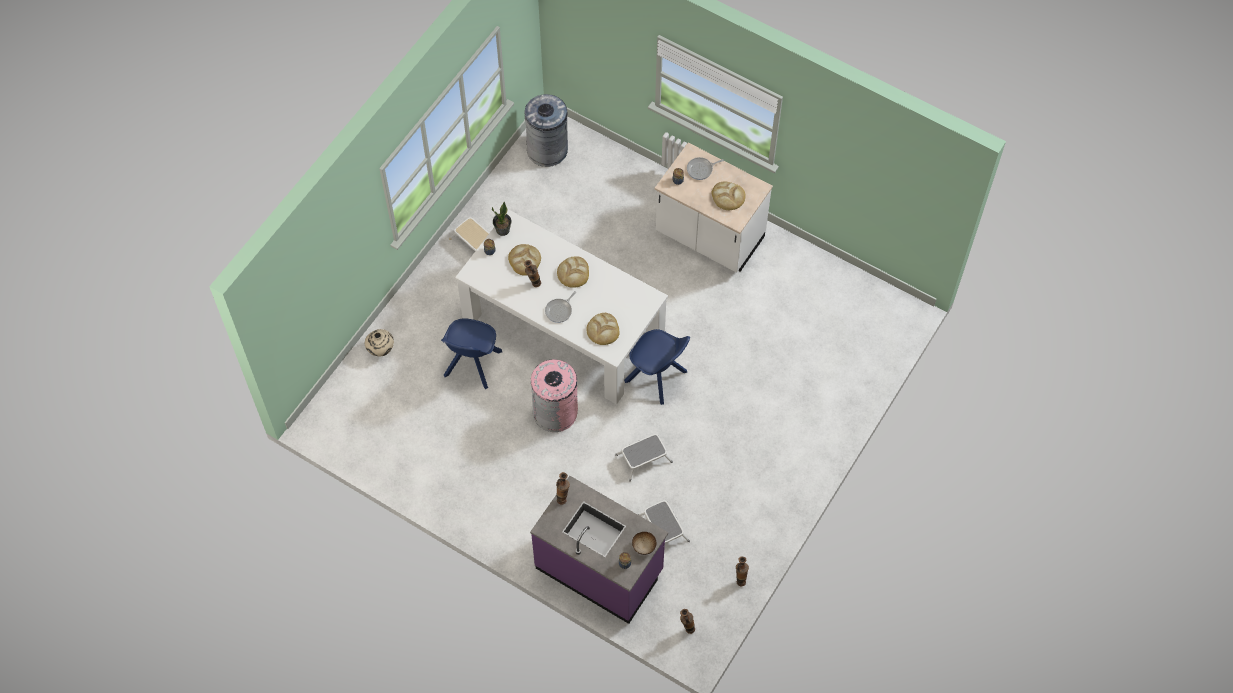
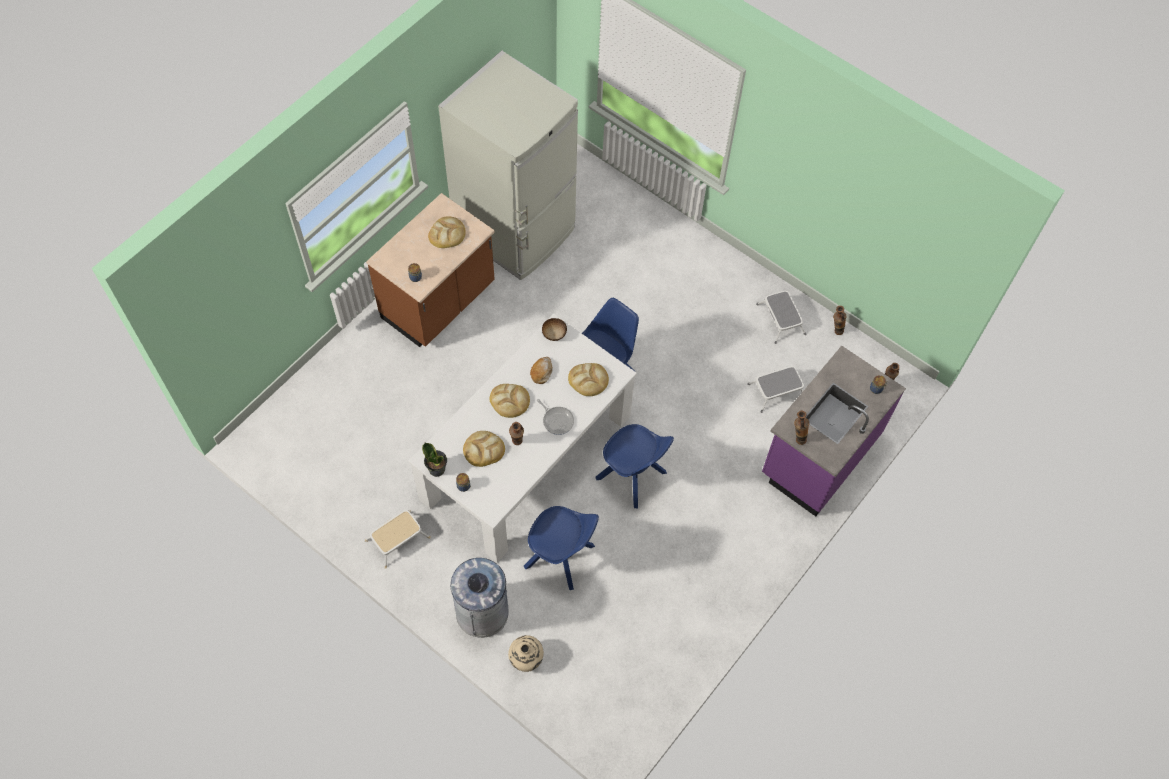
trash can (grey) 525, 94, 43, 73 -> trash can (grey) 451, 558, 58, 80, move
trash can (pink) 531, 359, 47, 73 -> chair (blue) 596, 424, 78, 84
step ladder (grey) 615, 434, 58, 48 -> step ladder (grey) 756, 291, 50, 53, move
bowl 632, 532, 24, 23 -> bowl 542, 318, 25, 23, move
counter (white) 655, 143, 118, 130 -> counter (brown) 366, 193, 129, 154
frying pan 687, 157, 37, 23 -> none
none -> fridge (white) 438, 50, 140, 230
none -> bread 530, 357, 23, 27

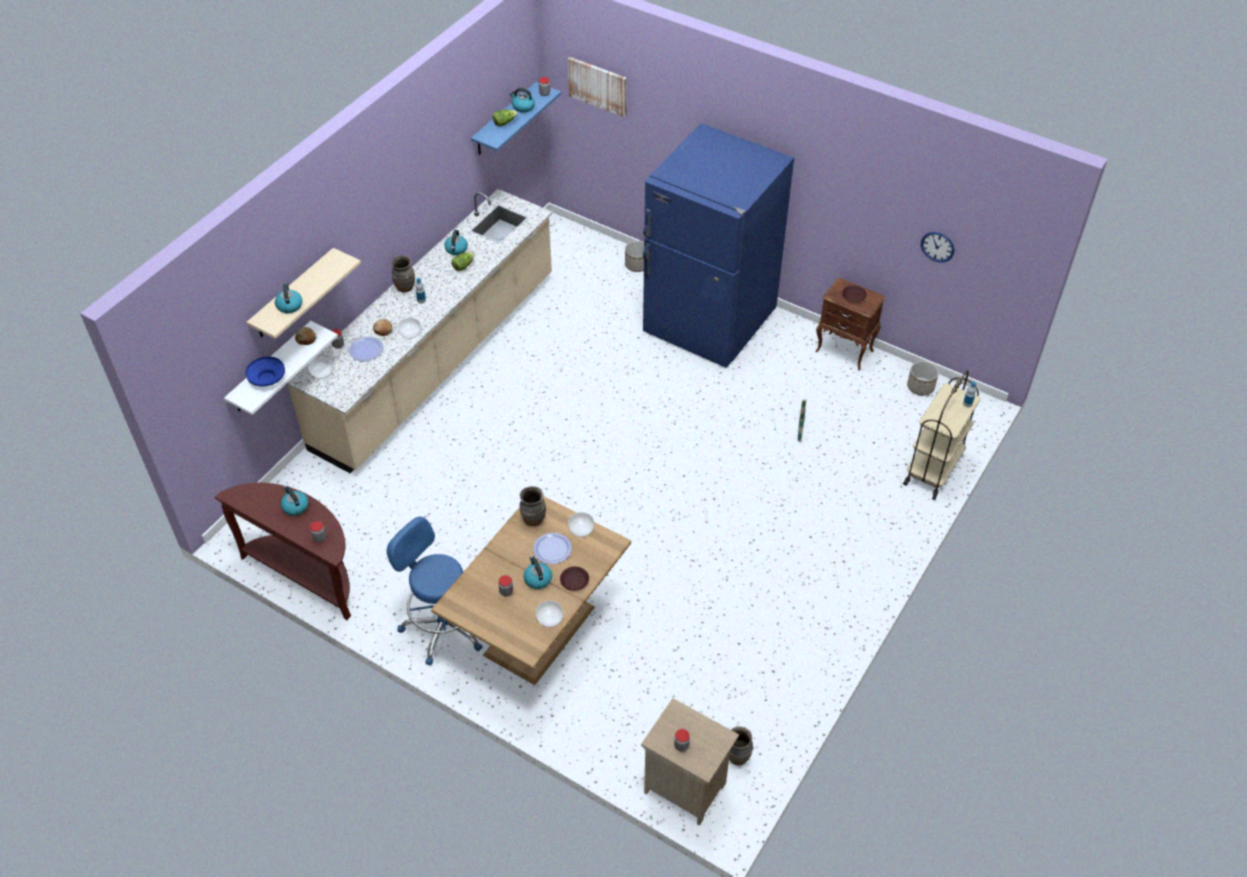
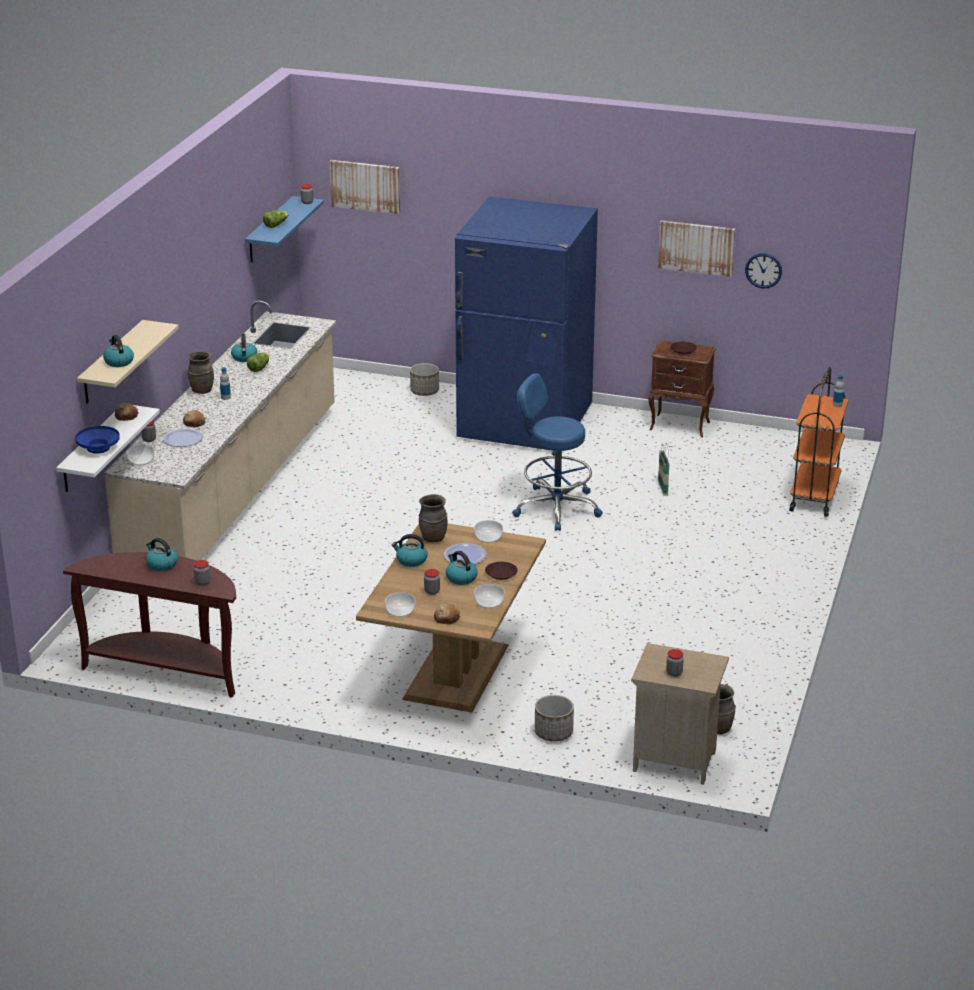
stool (blue) 387, 517, 95, 148 -> stool (blue) 512, 373, 91, 158, move
bowl 397, 318, 24, 21 -> bowl 385, 592, 30, 25, move
kettle 509, 88, 26, 25 -> kettle 391, 534, 37, 33, move
cart (beige) 903, 370, 77, 130 -> cart (orange) 789, 367, 60, 150
planter 907, 361, 32, 35 -> planter 535, 695, 39, 47, move
none -> bread 434, 603, 27, 21
none -> picture 658, 220, 77, 57

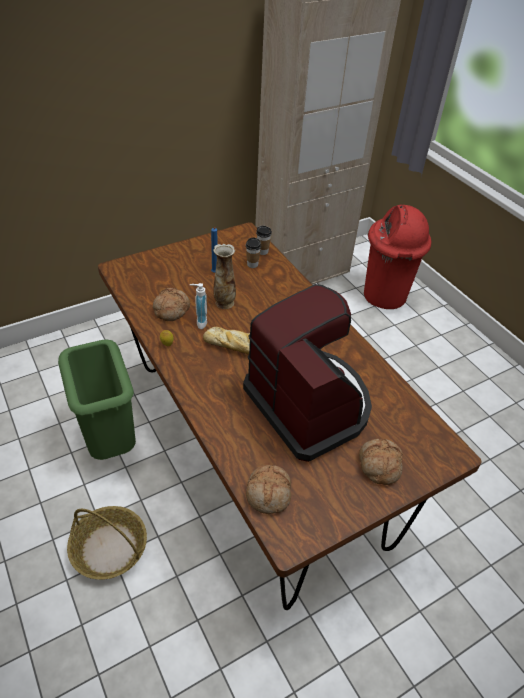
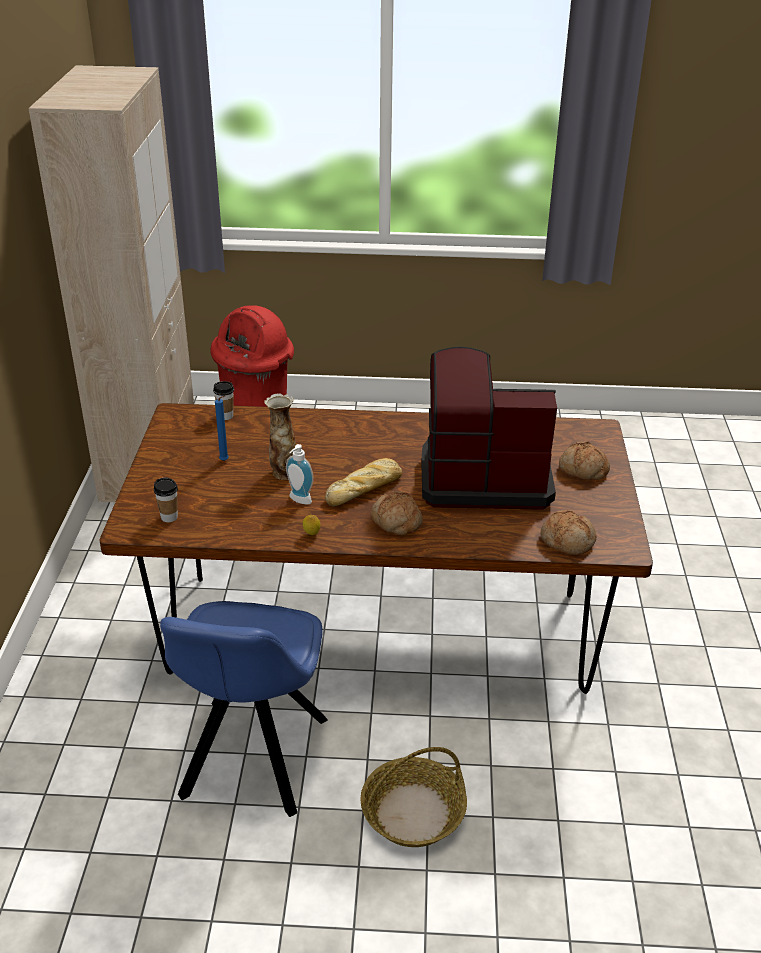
trash can (green) 58, 339, 78, 121 -> chair (blue) 160, 601, 168, 216
bread 153, 288, 37, 33 -> bread 371, 491, 52, 44, move
cup 246, 238, 15, 30 -> cup 154, 478, 24, 44, move

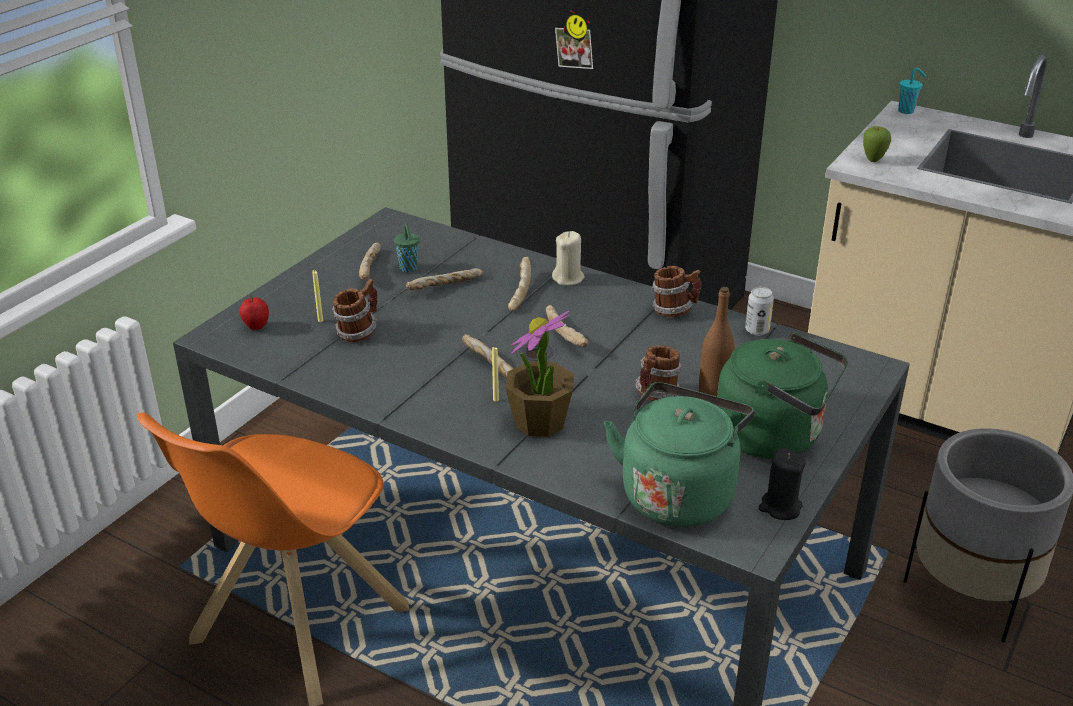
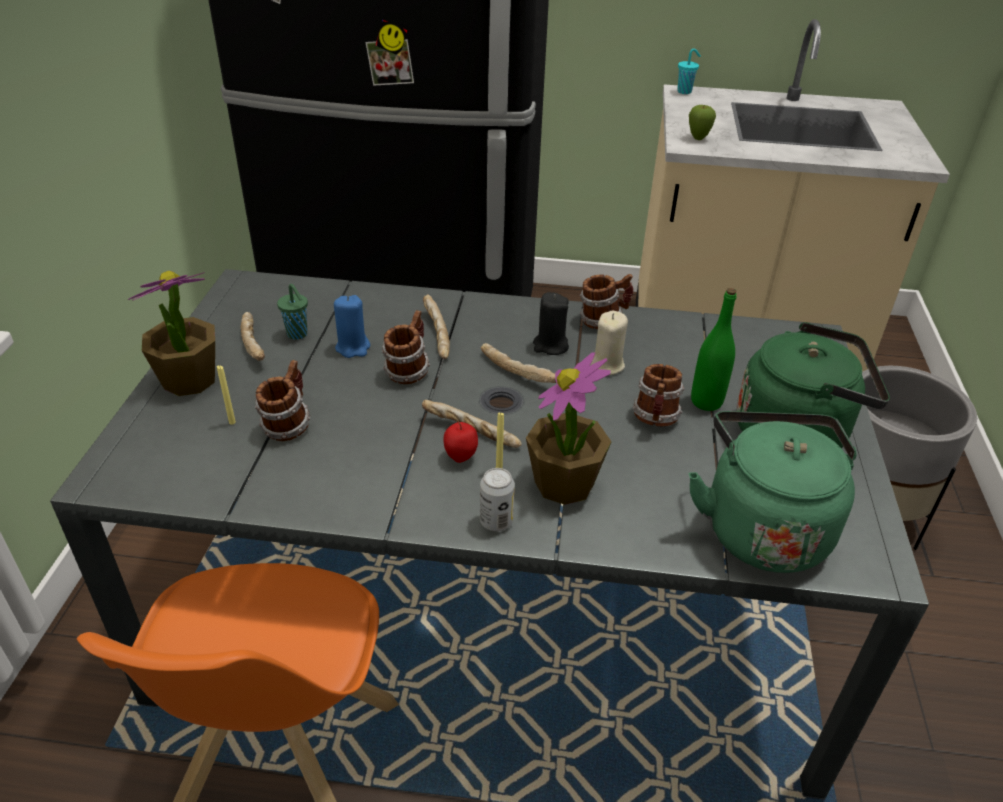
apple 239, 295, 30, 35 -> apple 444, 421, 34, 42, move
bread 406, 268, 77, 22 -> candle (blue) 334, 295, 36, 63
candle (beige) 552, 231, 33, 54 -> candle (beige) 591, 311, 37, 64, move
bottle (brown) 699, 287, 36, 109 -> bottle (green) 691, 288, 46, 123
can 745, 287, 29, 49 -> can 480, 468, 35, 63, move
candle (black) 759, 448, 47, 72 -> candle (black) 533, 292, 36, 63, move
none -> potted plant 128, 271, 87, 125
none -> mug 382, 310, 48, 74

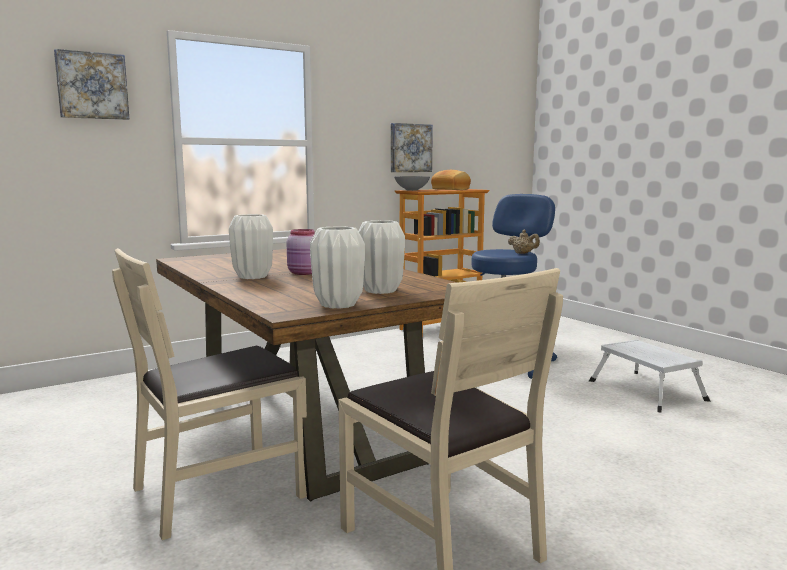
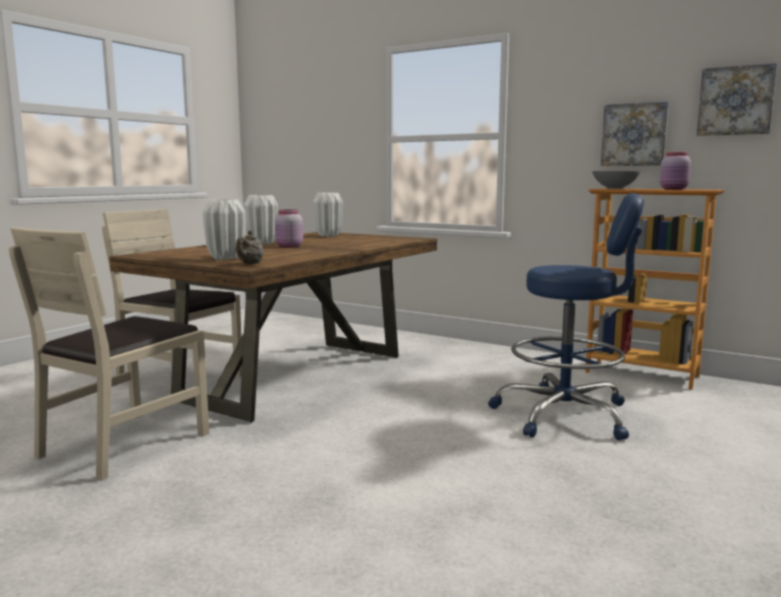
picture 54, 49, 75, 71 -> picture 697, 63, 80, 73, move
vase (white) 310, 226, 55, 83 -> vase (white) 313, 193, 30, 44, move
bread 431, 170, 40, 20 -> jar (pink) 660, 152, 31, 38
teapot (beige) 508, 230, 32, 24 -> teapot (beige) 236, 230, 28, 34, move
step ladder (white) 589, 340, 122, 72 -> none

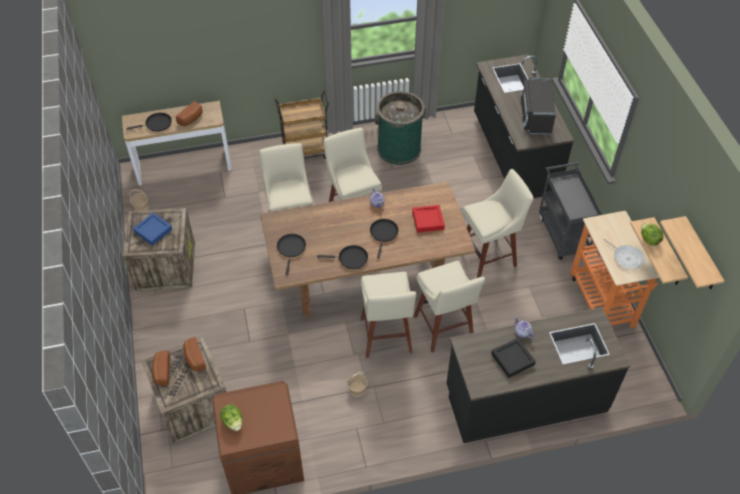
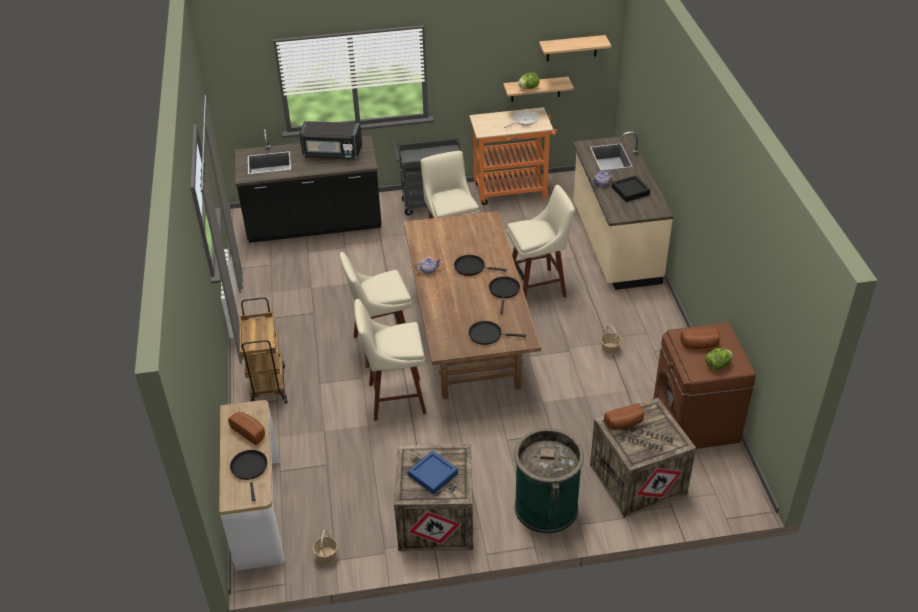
bread 152, 350, 18, 36 -> bread 680, 328, 40, 21, move
stool (beige) 361, 272, 56, 86 -> none
trash can (green) 375, 91, 51, 74 -> trash can (green) 514, 428, 70, 106, move
tray (red) 412, 205, 33, 28 -> none
counter (black) 446, 307, 184, 136 -> counter (beige) 573, 132, 100, 158

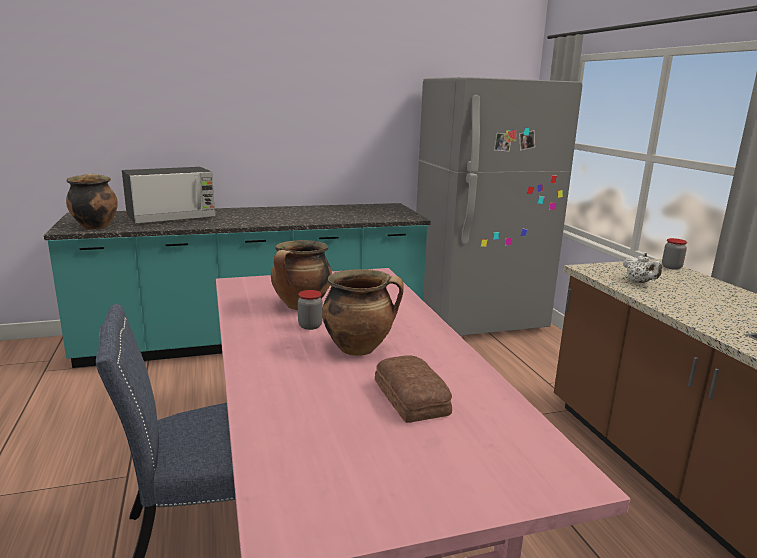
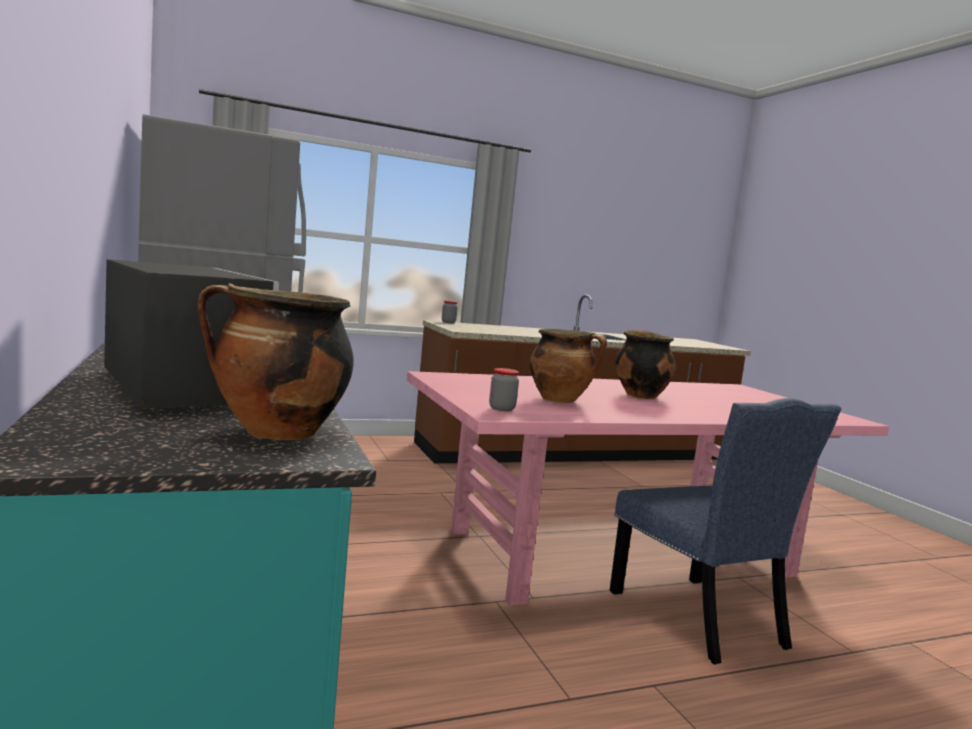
jar 298, 290, 25, 40 -> jar 489, 368, 30, 43, move
bread 375, 355, 77, 68 -> none
teapot (white) 623, 252, 39, 31 -> none

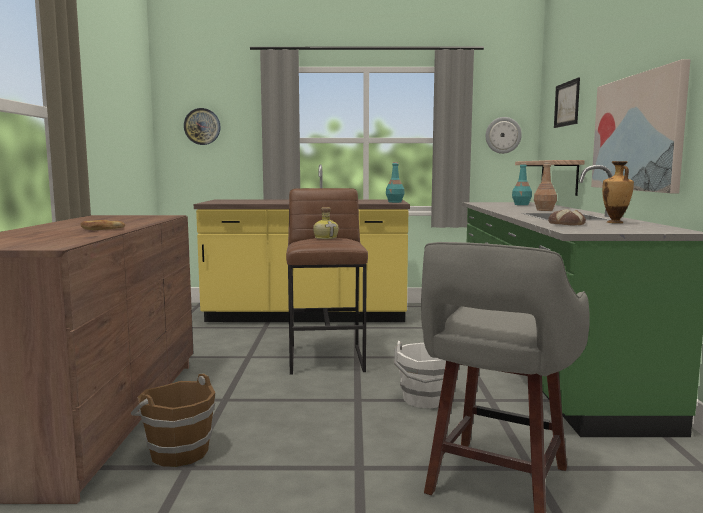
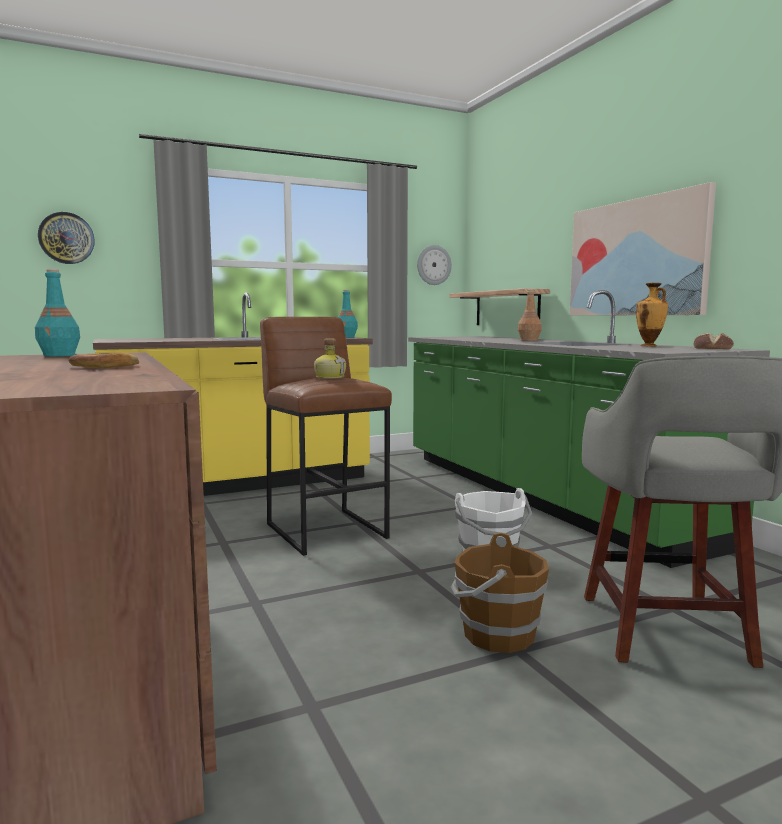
bucket (brown) 131, 374, 85, 93 -> bucket (brown) 451, 533, 98, 120, move
bottle (turquoise) 512, 163, 20, 42 -> bottle (turquoise) 35, 269, 45, 88, move
bread 548, 209, 38, 16 -> bread 694, 333, 40, 16, move
picture 554, 77, 26, 51 -> none

